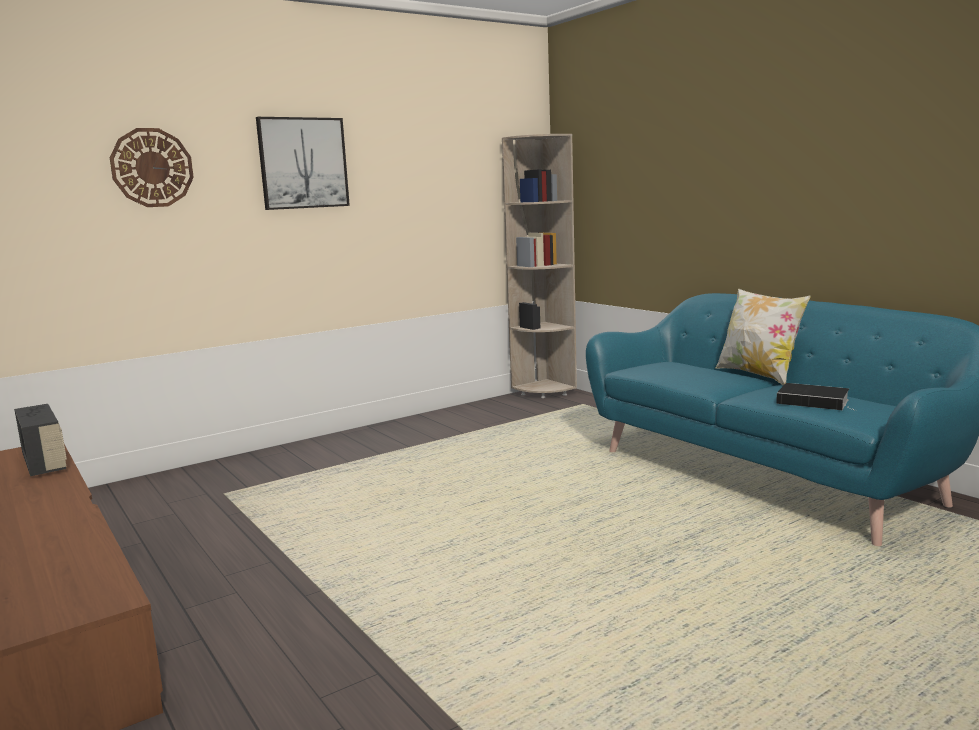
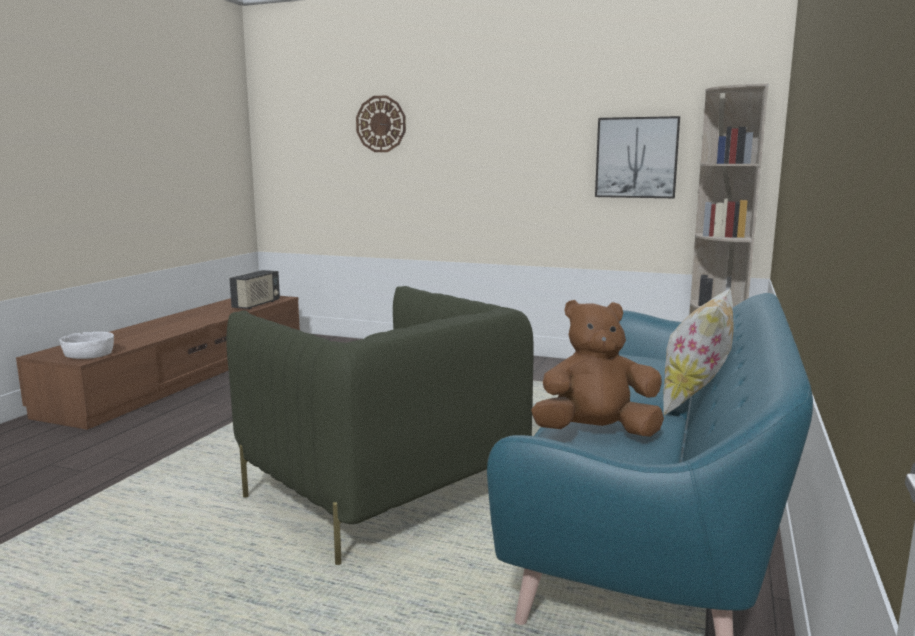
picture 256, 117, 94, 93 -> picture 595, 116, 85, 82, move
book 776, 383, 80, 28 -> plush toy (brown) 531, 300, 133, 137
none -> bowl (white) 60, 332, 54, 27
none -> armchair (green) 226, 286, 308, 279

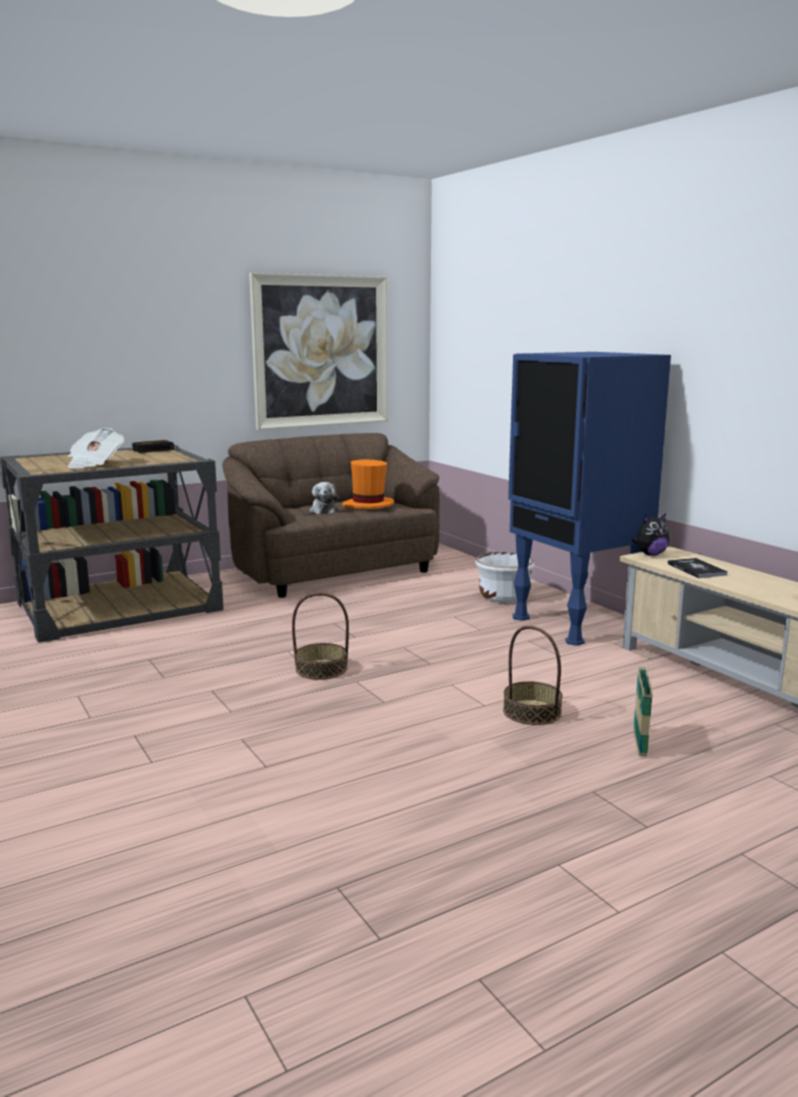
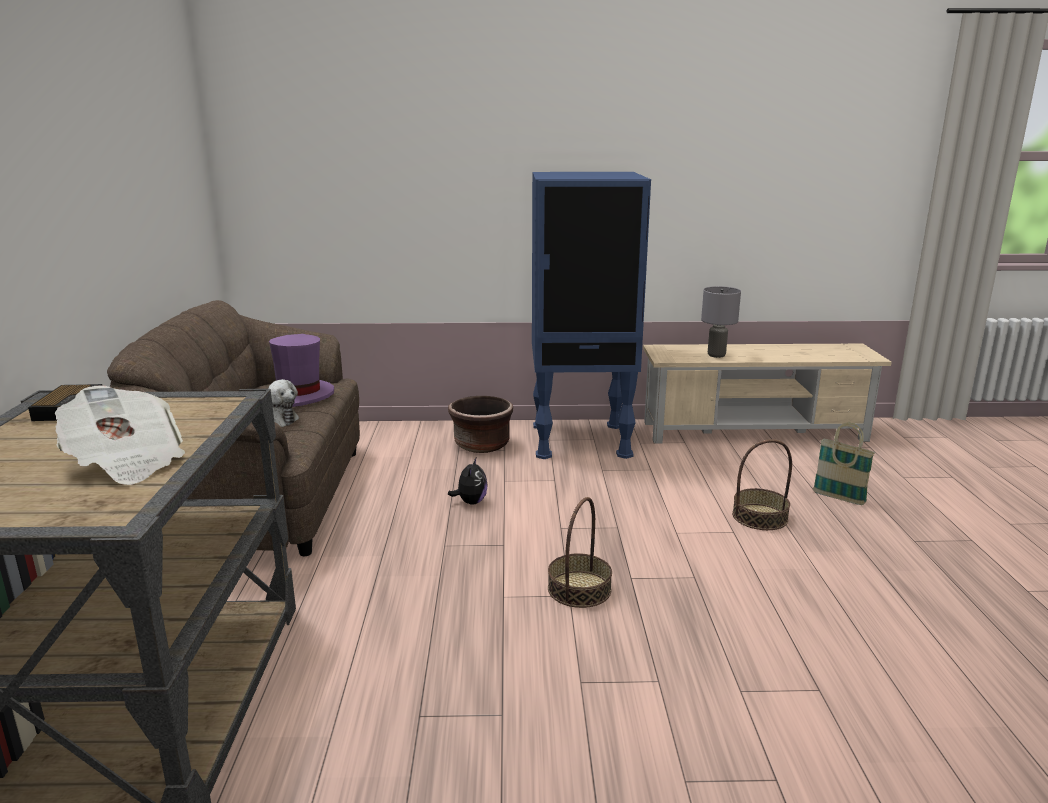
picture 249, 273, 139, 157 -> none
hat (orange) 342, 459, 52, 50 -> hat (purple) 269, 334, 65, 73
planter (white) 475, 552, 59, 51 -> planter (brown) 448, 396, 65, 57
plush toy 632, 514, 37, 42 -> plush toy 448, 458, 40, 47, move
book 668, 558, 60, 20 -> table lamp (grey) 701, 286, 40, 72

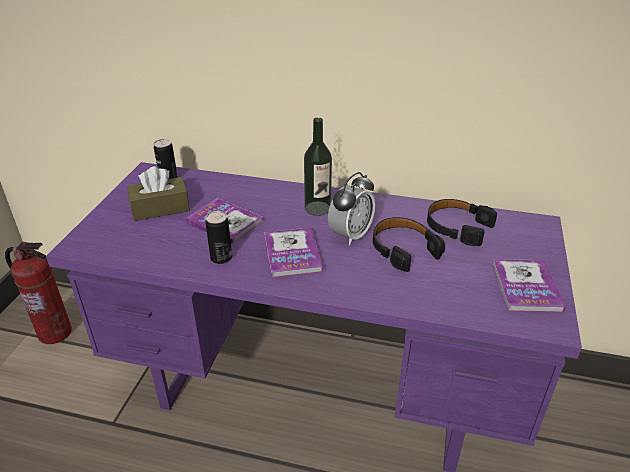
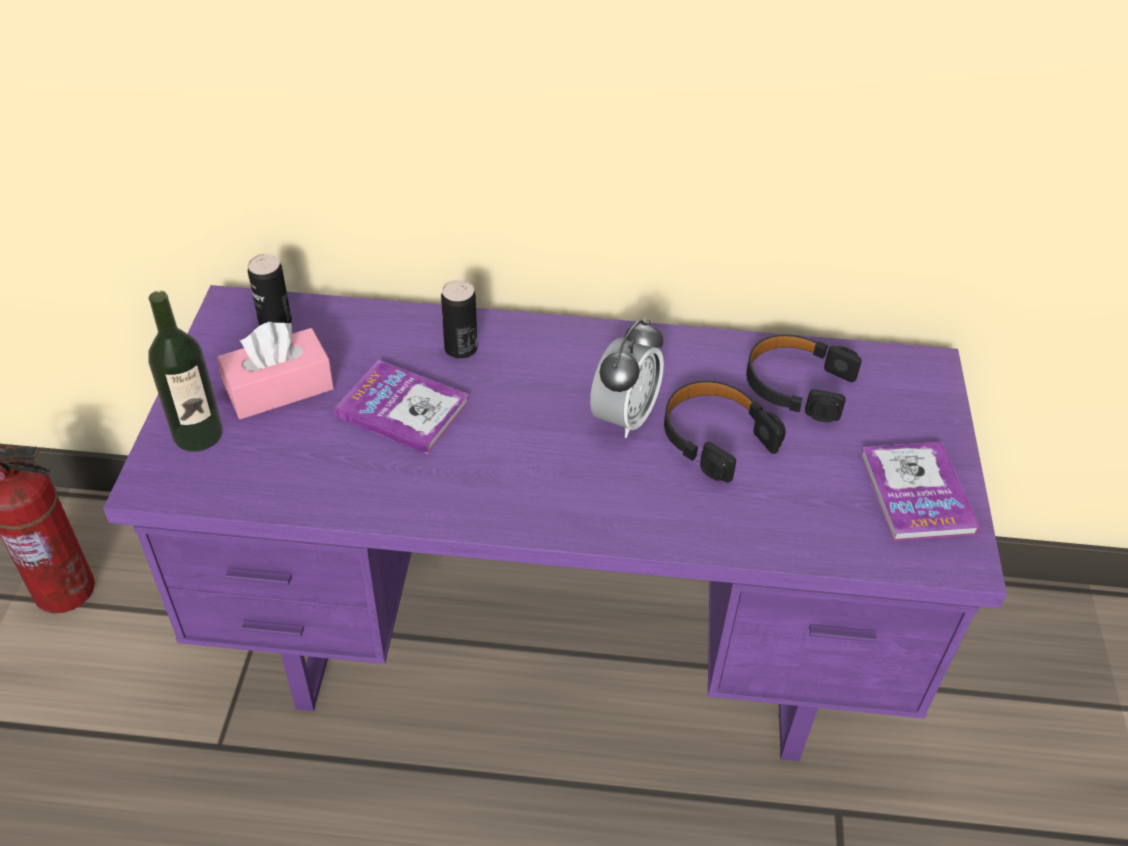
tissue box (brown) 127, 166, 63, 55 -> tissue box (pink) 217, 322, 117, 97
can 205, 211, 27, 53 -> can 441, 280, 36, 79, move
book 264, 227, 59, 51 -> none
bottle 304, 117, 28, 99 -> bottle 148, 291, 75, 161, move

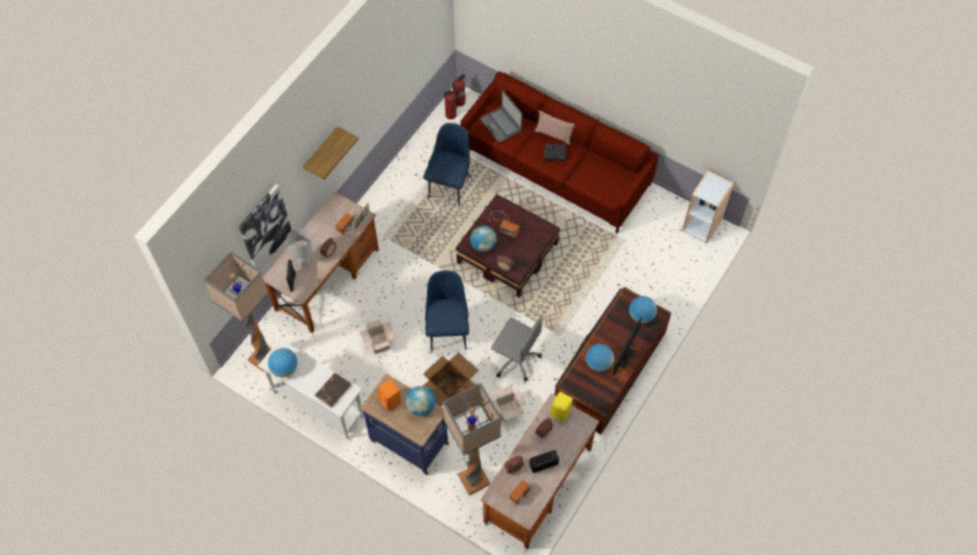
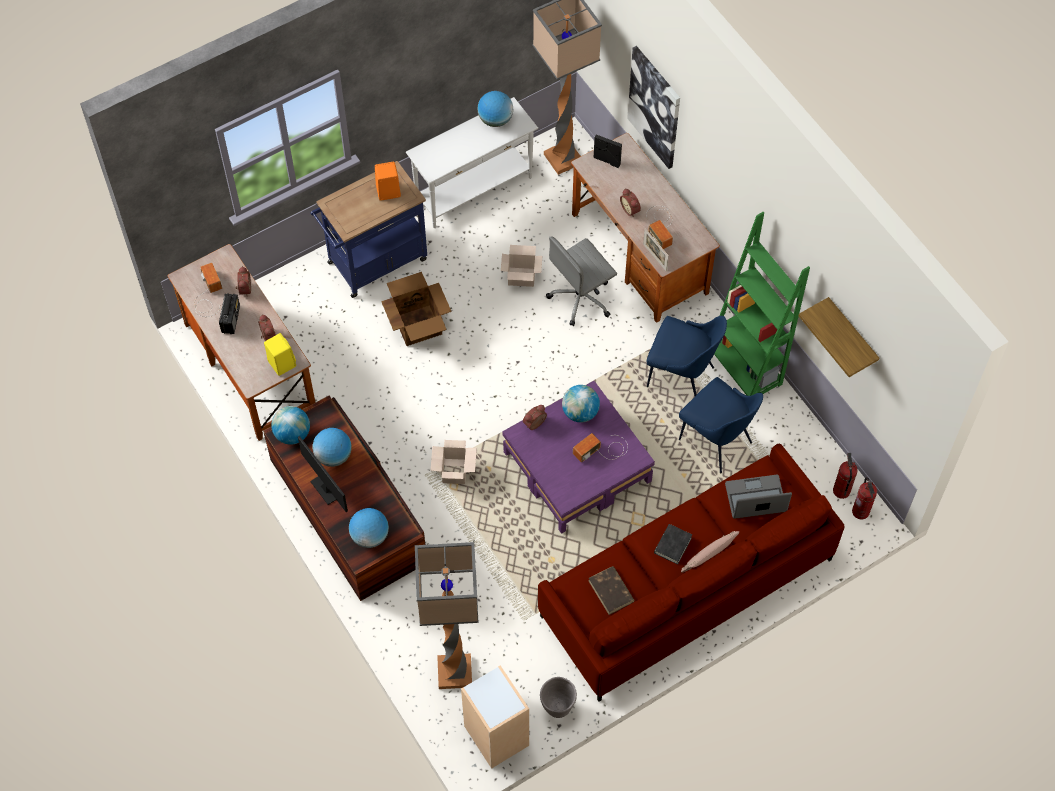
table lamp (grey) 286, 228, 26, 38 -> none
shelf 303, 126, 56, 54 -> shelf 799, 297, 80, 80, move
book (brown) 315, 373, 36, 35 -> book (brown) 589, 566, 46, 49, move
globe 406, 386, 30, 30 -> globe 271, 406, 39, 39, move
chair (blue) 425, 270, 44, 81 -> chair (blue) 647, 316, 80, 80, move
floor lamp 442, 383, 60, 112 -> floor lamp 415, 542, 63, 147, move
coffee table (brown) 456, 194, 104, 104 -> coffee table (purple) 503, 381, 152, 153
office chair (grey) 491, 317, 52, 65 -> office chair (grey) 546, 237, 71, 89, move
cardboard box 492, 385, 34, 36 -> cardboard box 430, 440, 47, 44, move
none -> planter (grey) 540, 677, 37, 41
none -> bookcase (green) 714, 212, 96, 184

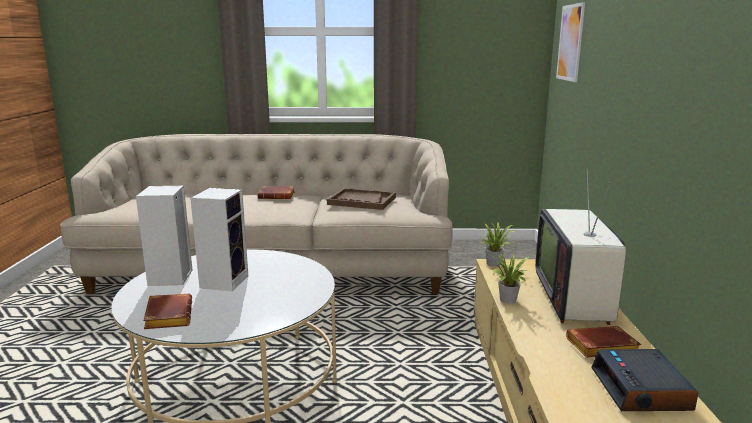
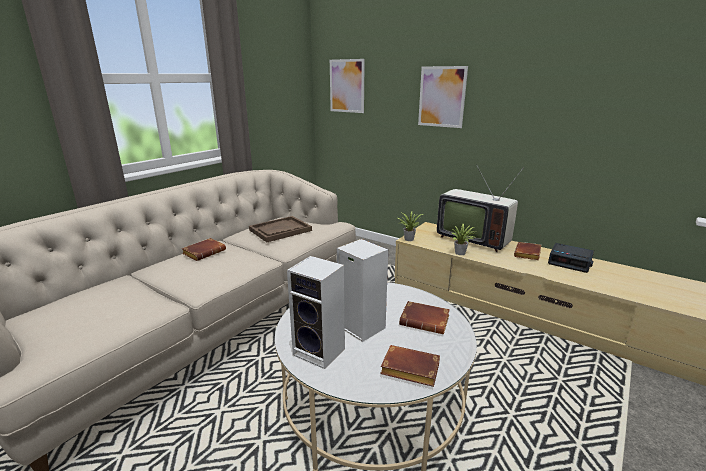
none -> book (brown) 399, 301, 51, 33
none -> picture 418, 66, 50, 62

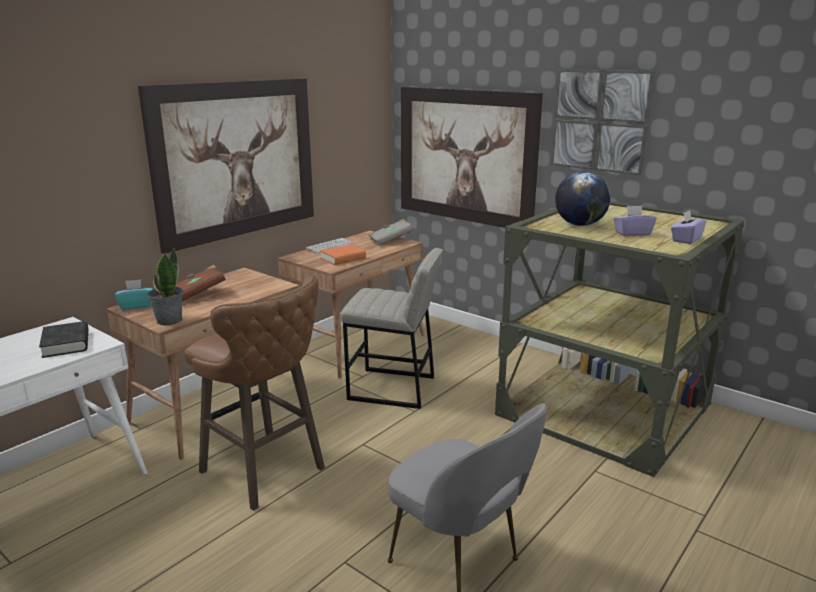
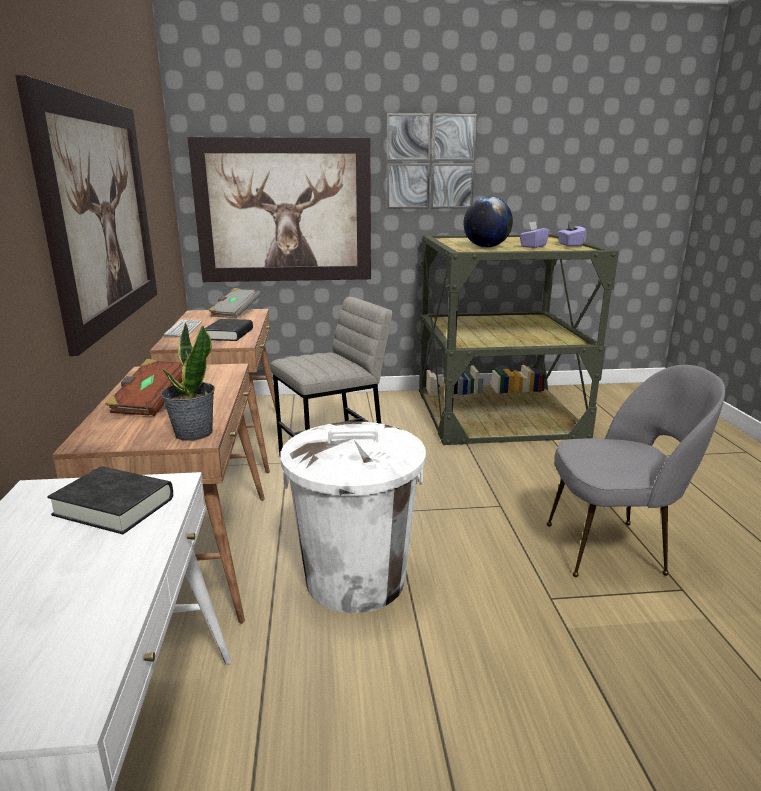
tissue box (turquoise) 115, 279, 38, 31 -> none
stool (brown) 184, 276, 141, 235 -> trash can (white) 280, 421, 146, 192
book (orange) 320, 244, 46, 21 -> book (black) 205, 319, 48, 22

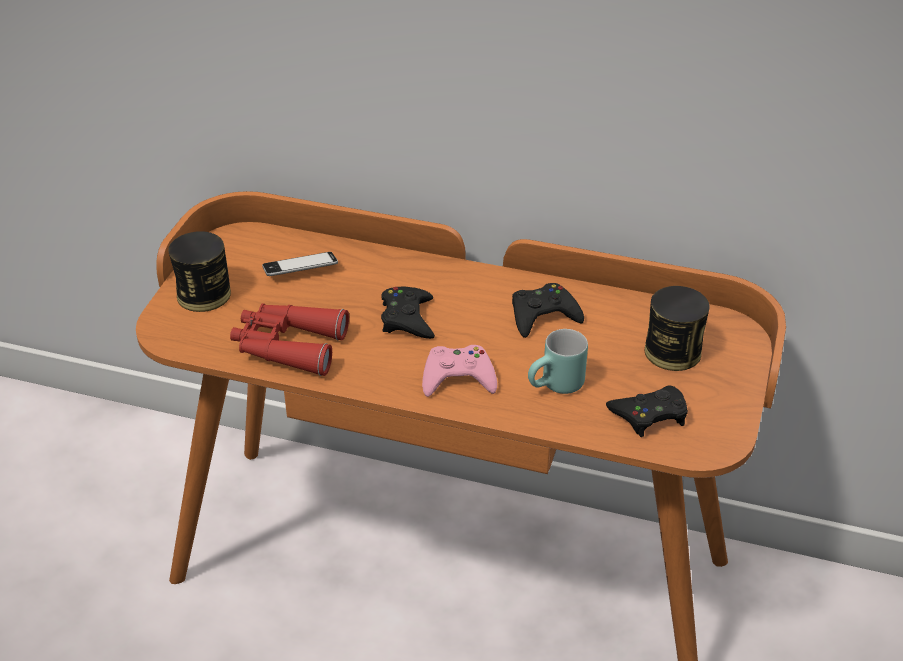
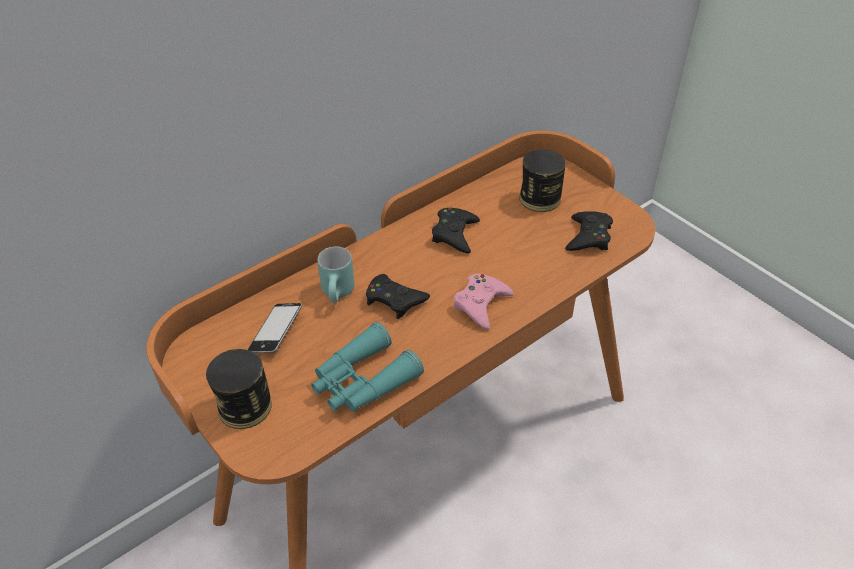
binoculars (red) 230, 303, 119, 73 -> binoculars (turquoise) 311, 322, 113, 90
mug (turquoise) 528, 329, 60, 65 -> mug (turquoise) 317, 246, 38, 57, move

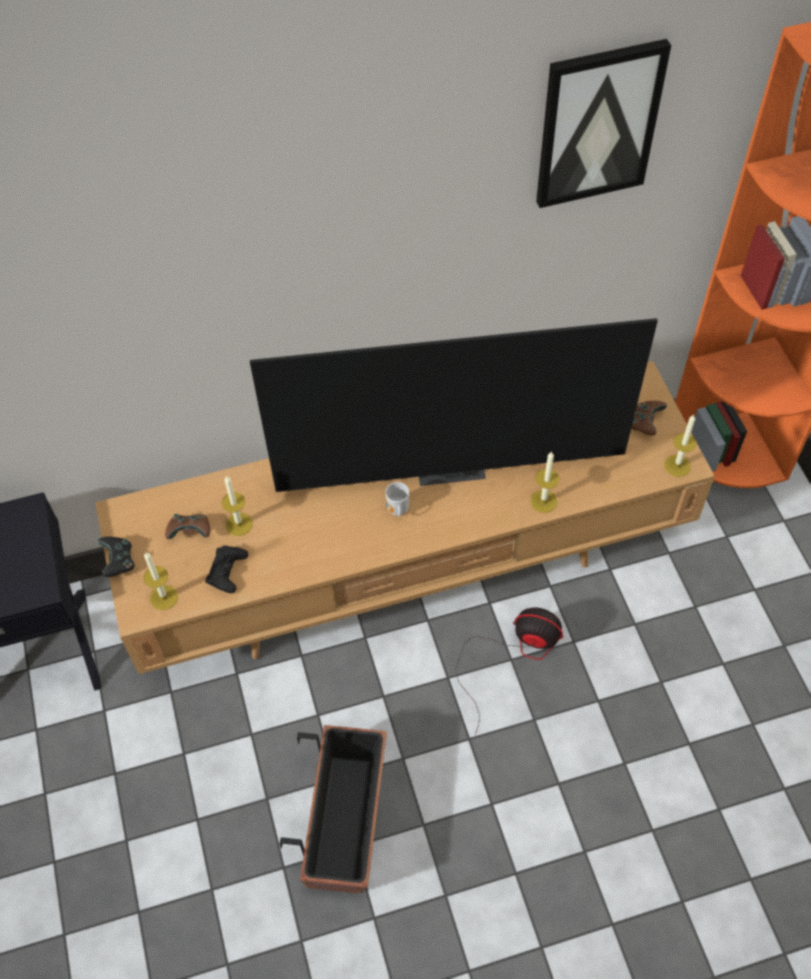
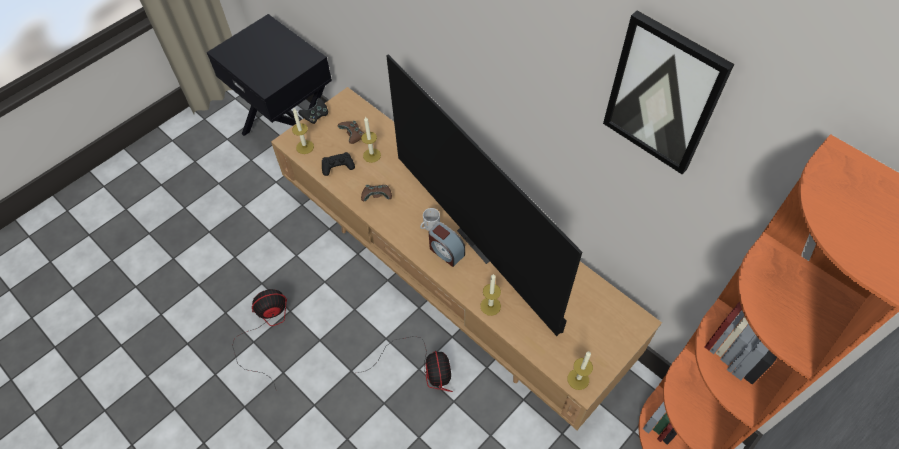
planter 279, 725, 108, 168 -> fan 232, 289, 55, 102
game controller (brown) 632, 401, 35, 35 -> game controller (brown) 361, 185, 31, 17, move
none -> alarm clock 429, 222, 36, 45

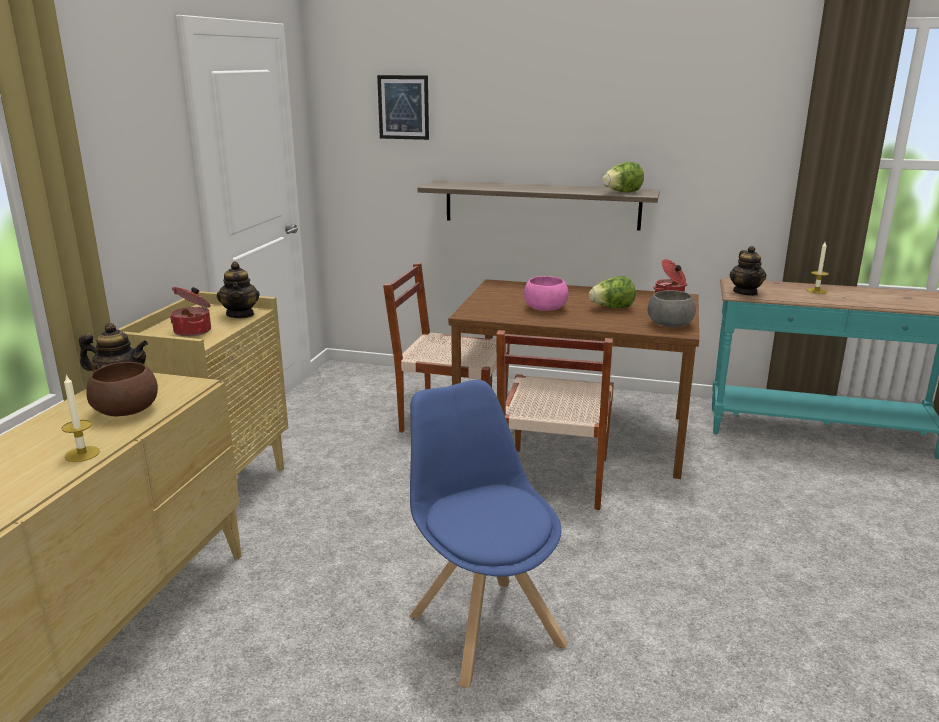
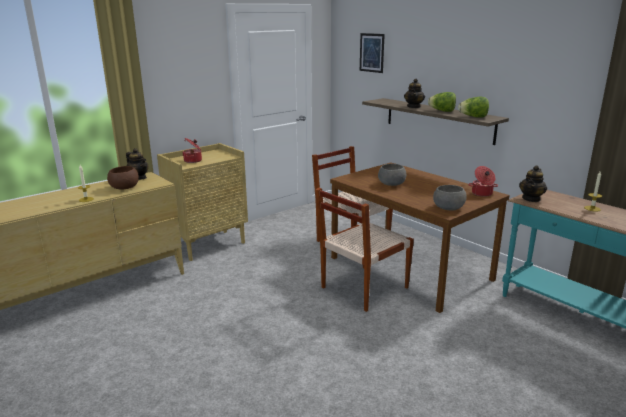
teapot 217, 262, 43, 56 -> teapot 404, 79, 21, 29, move
chair (blue) 409, 380, 159, 308 -> none
bowl (pink) 524, 276, 45, 35 -> bowl (grey) 378, 164, 28, 22
lettuce 589, 276, 47, 32 -> lettuce 428, 92, 28, 20, move

